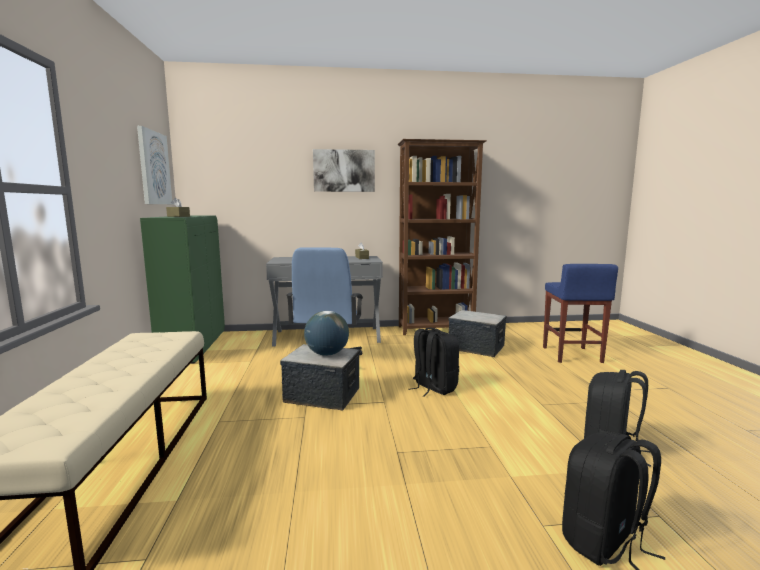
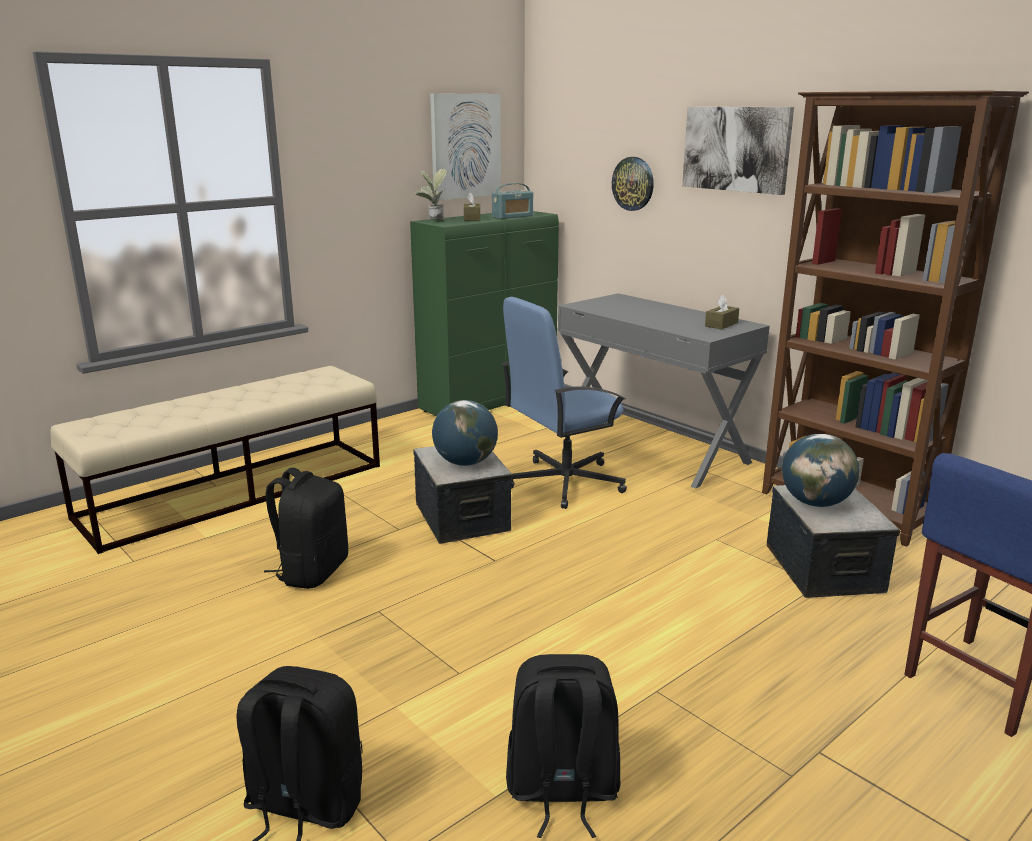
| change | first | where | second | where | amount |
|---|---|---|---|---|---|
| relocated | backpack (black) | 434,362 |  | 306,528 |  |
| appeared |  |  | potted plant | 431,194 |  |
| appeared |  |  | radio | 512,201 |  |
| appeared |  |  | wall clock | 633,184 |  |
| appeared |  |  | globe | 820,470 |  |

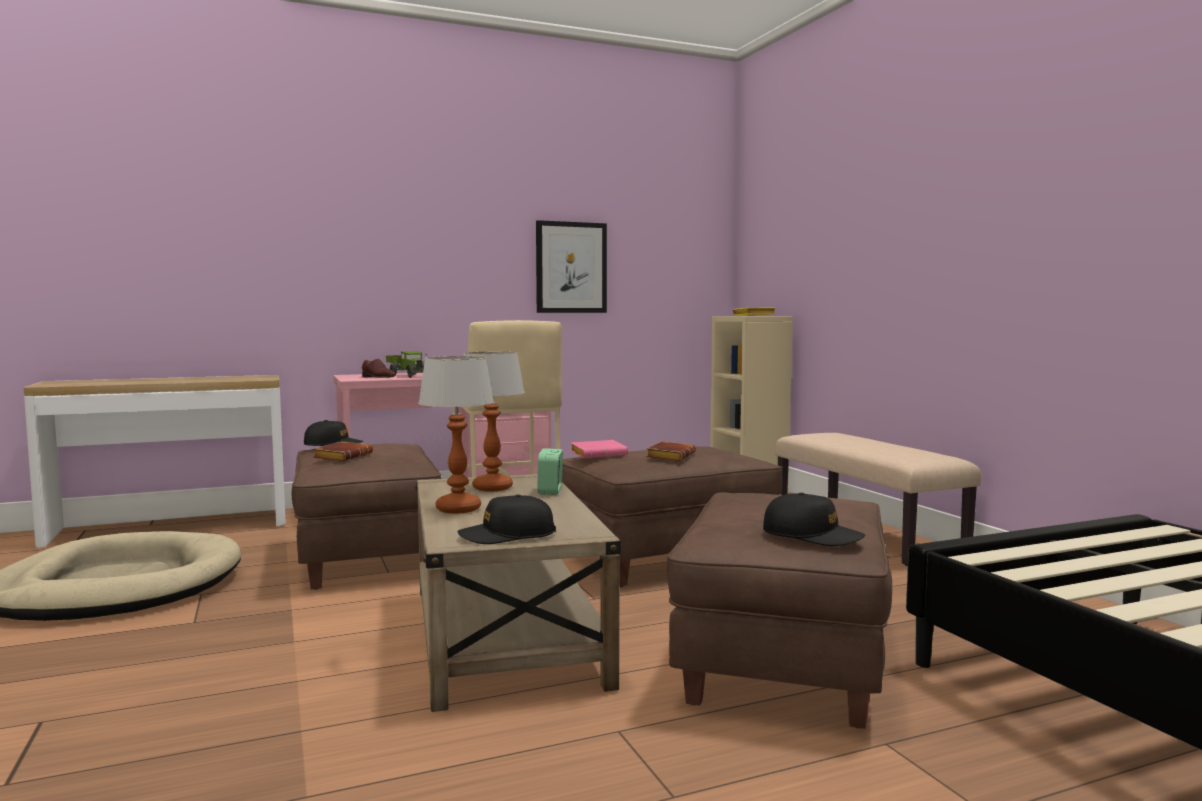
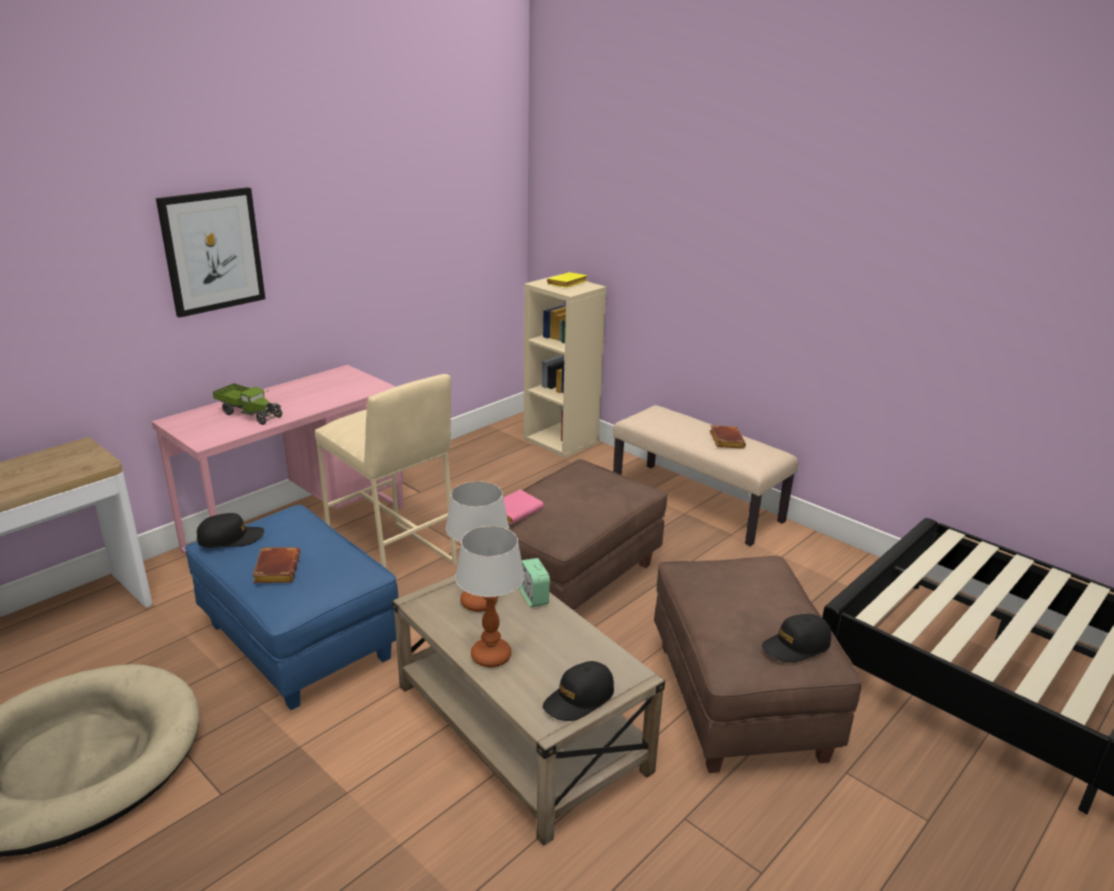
| change | first | where | second | where | amount |
|---|---|---|---|---|---|
| relocated | picture | 571,266 |  | 210,252 |  |
| colour | ottoman (brown) | 366,517 | ottoman (blue) | 291,607 |  |
| relocated | book (brown) | 671,451 |  | 728,436 |  |
| spun | cap (black) | 814,519 |  | 796,638 | 150 degrees clockwise |
| missing | shoe (brown) | 378,368 |  |  |  |

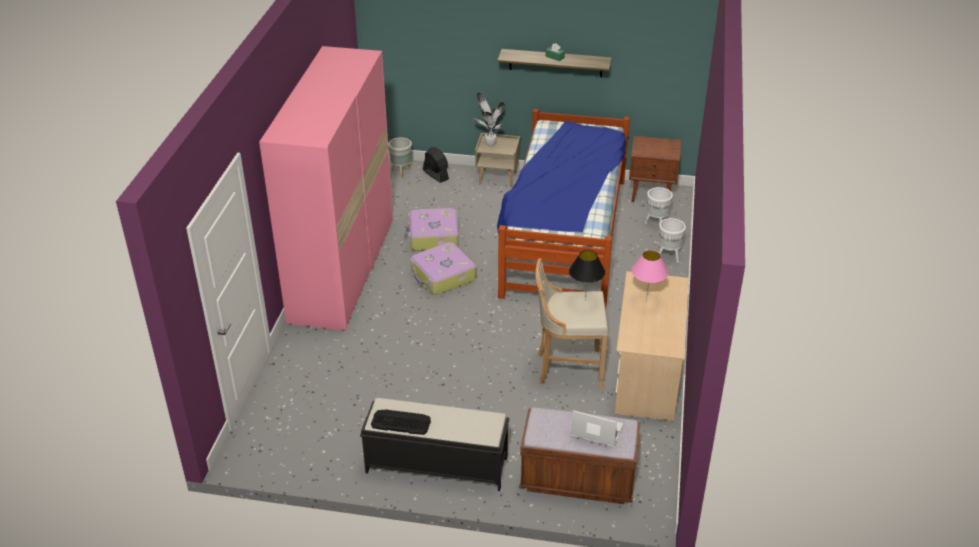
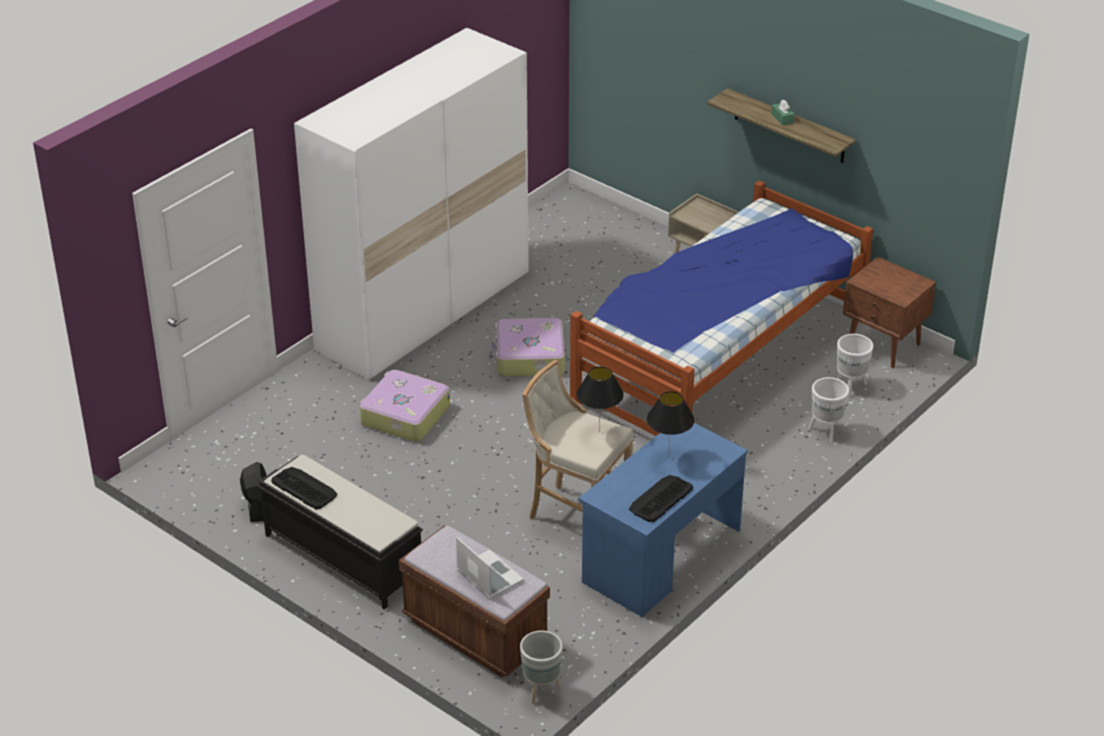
| change | first | where | second | where | amount |
|---|---|---|---|---|---|
| relocated | fan (black) | 436,165 |  | 253,492 |  |
| colour | wardrobe (pink) | 326,188 | wardrobe (white) | 411,204 |  |
| relocated | suitcase | 431,229 |  | 405,406 |  |
| relocated | planter (grey) | 400,159 |  | 541,667 |  |
| colour | desk (beige) | 652,346 | desk (blue) | 663,520 |  |
| appeared |  |  | keyboard | 661,498 |  |
| colour | table lamp (pink) | 649,275 | table lamp (black) | 670,424 |  |
| missing | potted plant | 489,119 |  |  |  |

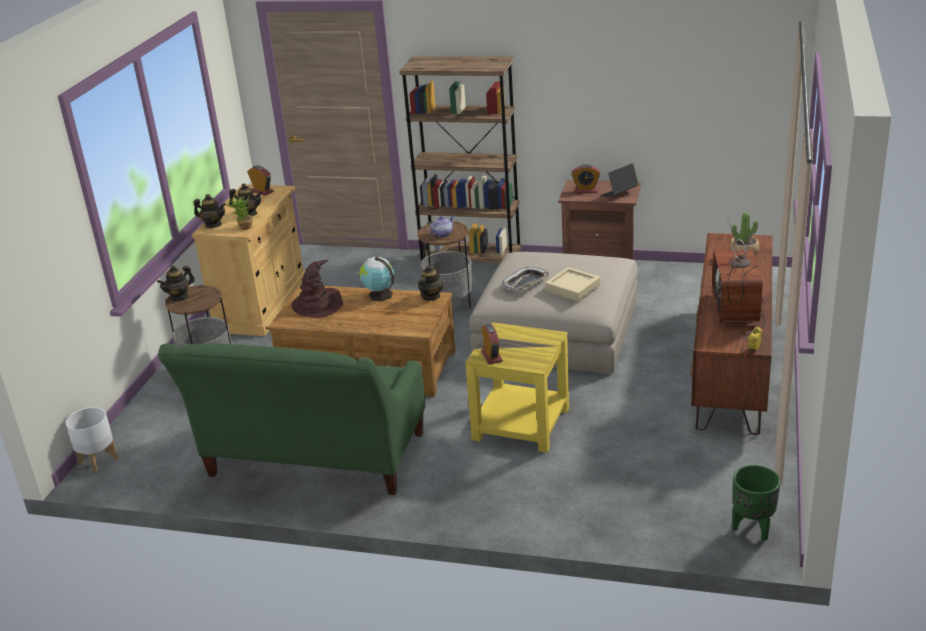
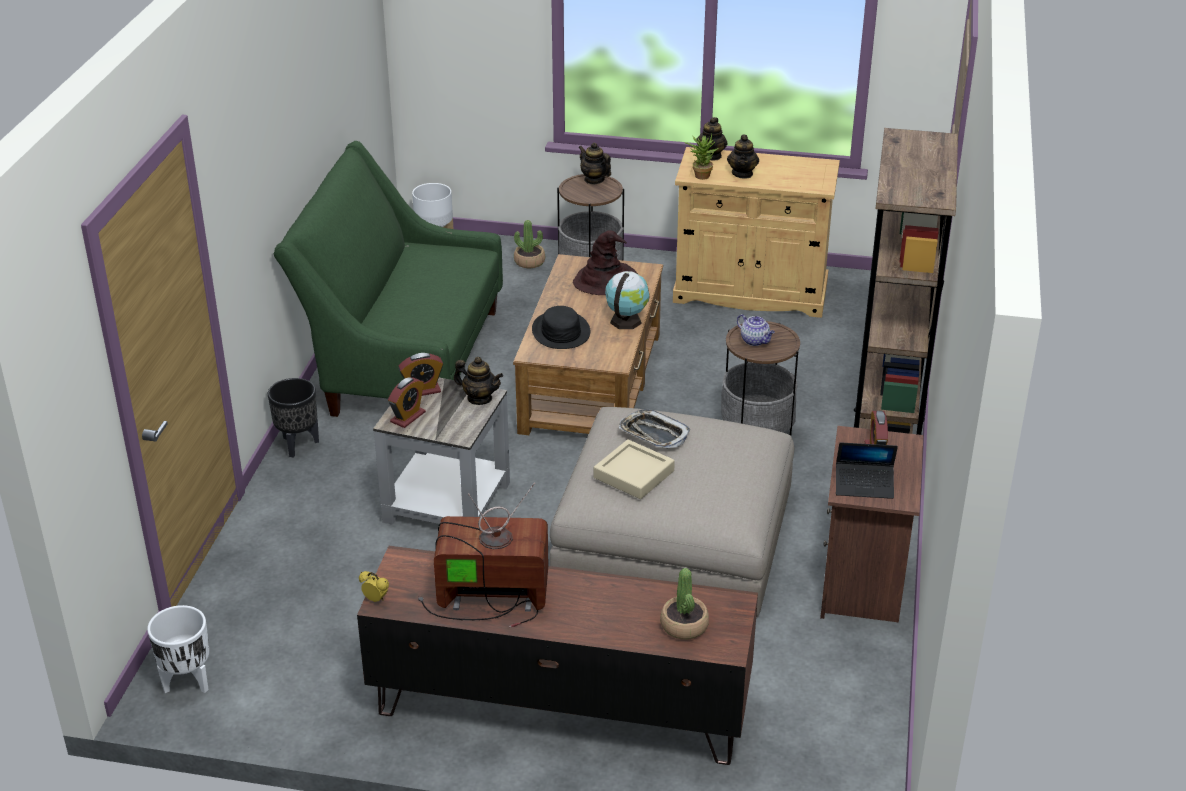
| change | first | where | second | where | amount |
|---|---|---|---|---|---|
| colour | planter (green) | 757,503 | planter (white) | 178,649 |  |
| appeared |  |  | planter (black) | 293,417 |  |
| colour | side table (yellow) | 517,387 | side table (grey) | 441,451 |  |
| relocated | alarm clock | 260,180 |  | 407,402 |  |
| relocated | teapot | 430,283 |  | 478,381 |  |
| appeared |  |  | potted plant | 529,244 |  |
| appeared |  |  | hat (black) | 561,327 |  |
| spun | laptop | 619,179 |  | 867,470 | 135 degrees clockwise |

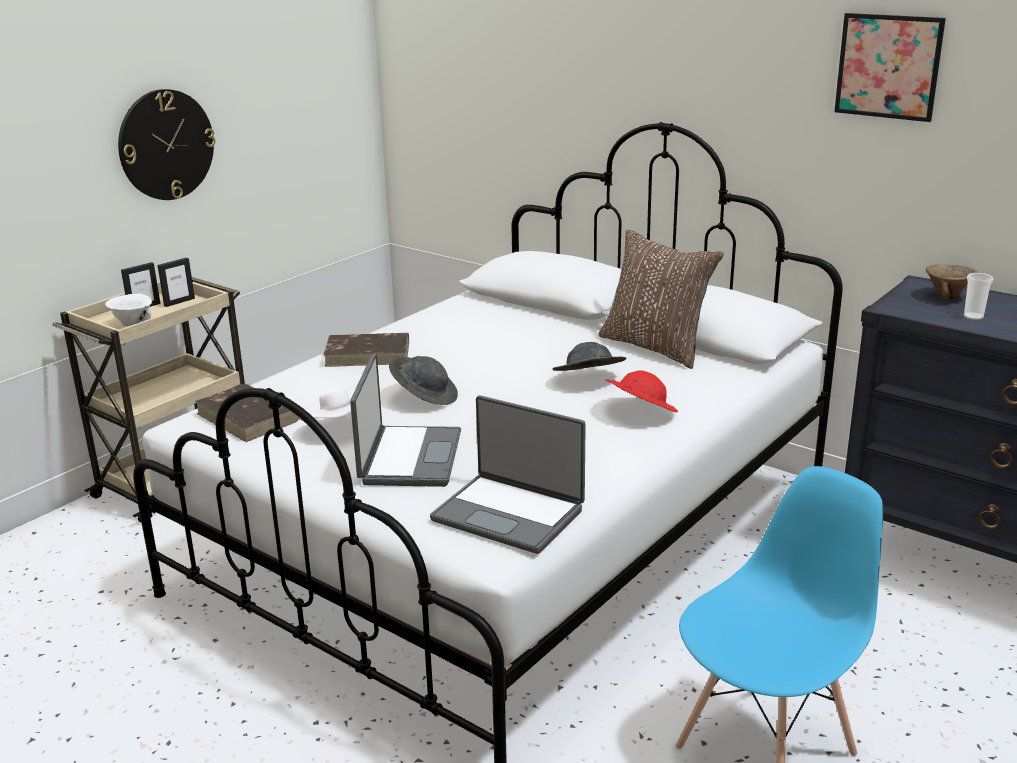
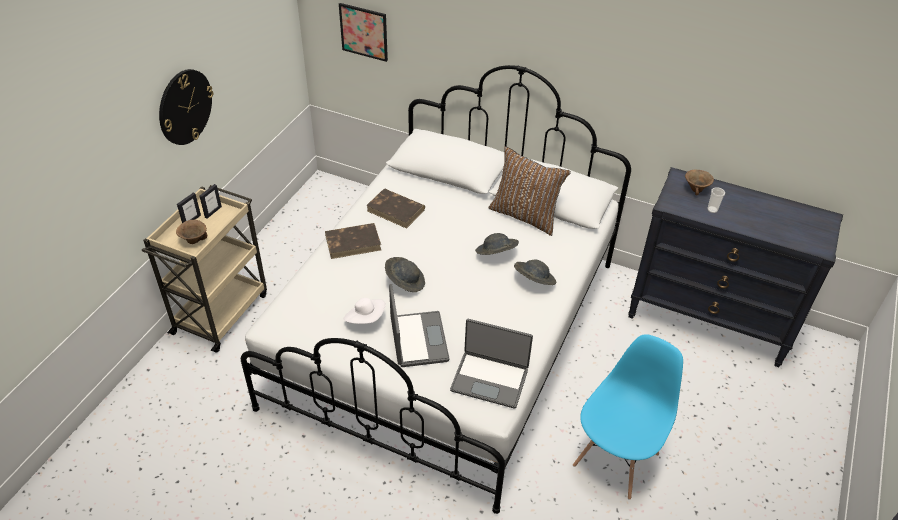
| change | first | where | second | where | amount |
|---|---|---|---|---|---|
| colour | bowl (white) | 128,310 | bowl (brown) | 191,232 |  |
| relocated | picture | 890,67 |  | 363,32 |  |
| relocated | book (brown) | 247,413 |  | 395,209 |  |
| colour | hat (red) | 641,391 | hat (grey) | 535,272 |  |

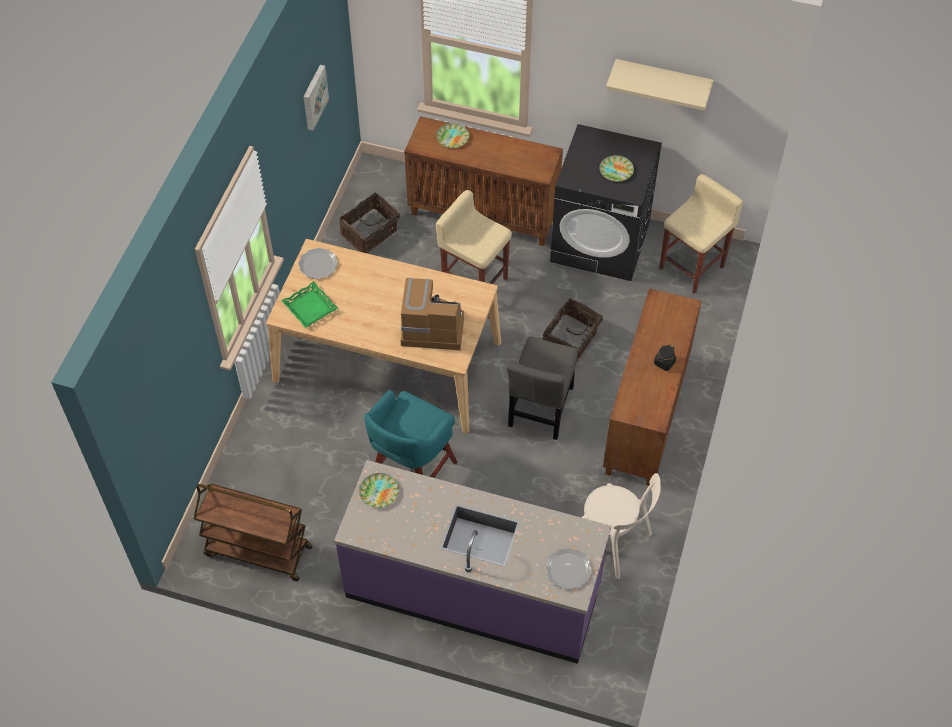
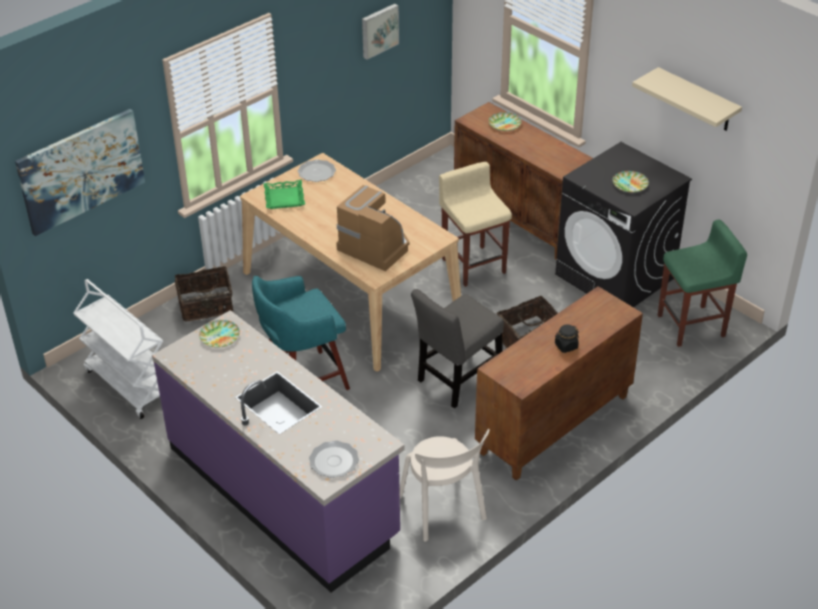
| change | first | where | second | where | amount |
|---|---|---|---|---|---|
| appeared |  |  | picture | 80,172 |  |
| colour | cart (brown) | 253,532 | cart (white) | 118,349 |  |
| relocated | basket | 371,223 |  | 204,294 |  |
| colour | stool (beige) | 701,234 | stool (green) | 702,283 |  |

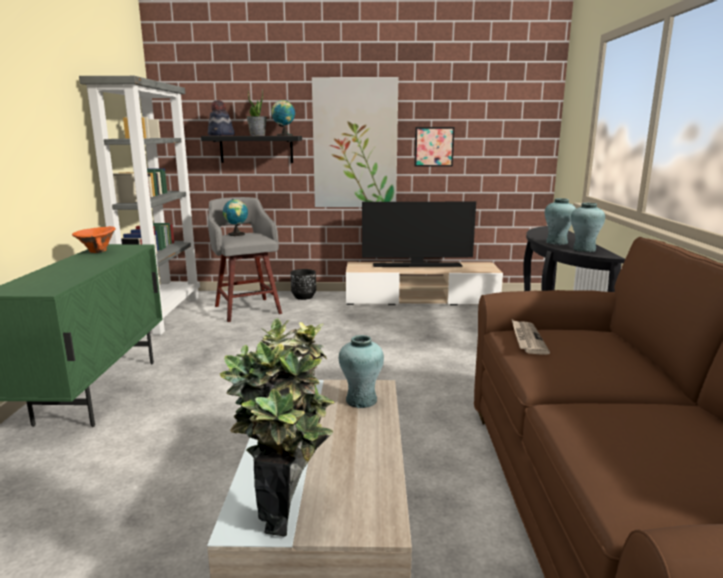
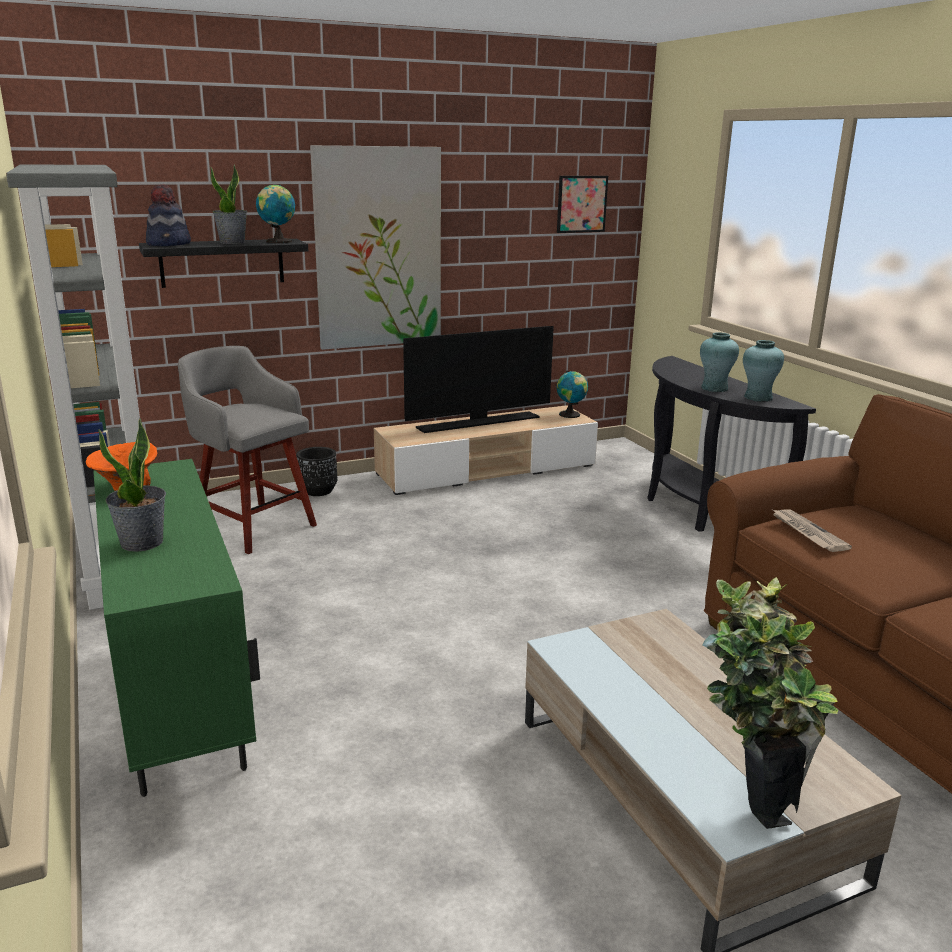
| change | first | where | second | where | amount |
|---|---|---|---|---|---|
| appeared |  |  | potted plant | 132,485 |  |
| relocated | picture | 434,147 |  | 582,204 |  |
| relocated | globe | 235,217 |  | 572,394 |  |
| missing | vase (turquoise) | 361,371 |  |  |  |

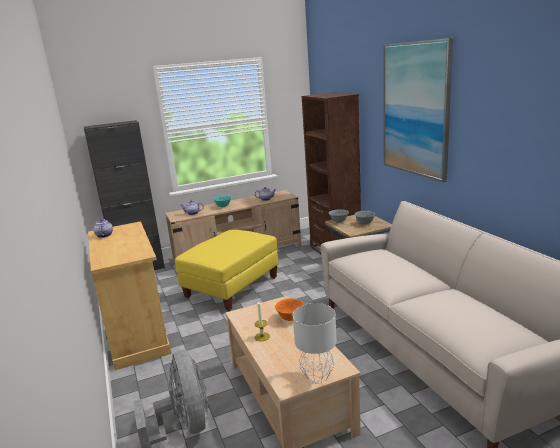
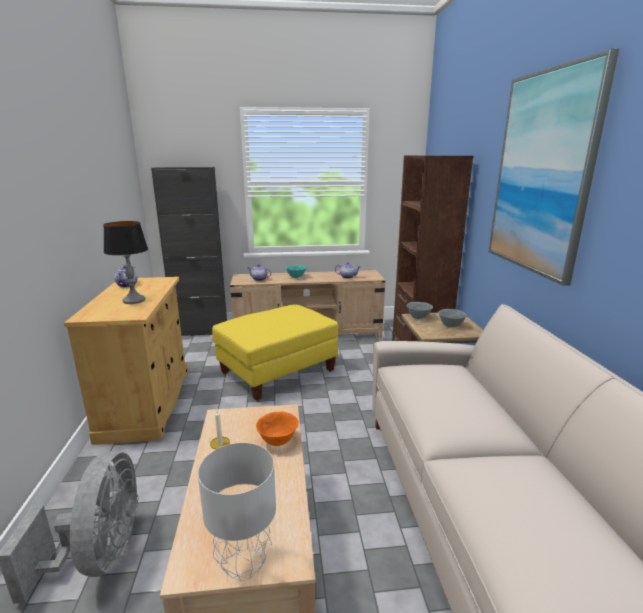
| change | first | where | second | where | amount |
|---|---|---|---|---|---|
| appeared |  |  | table lamp | 125,262 |  |

